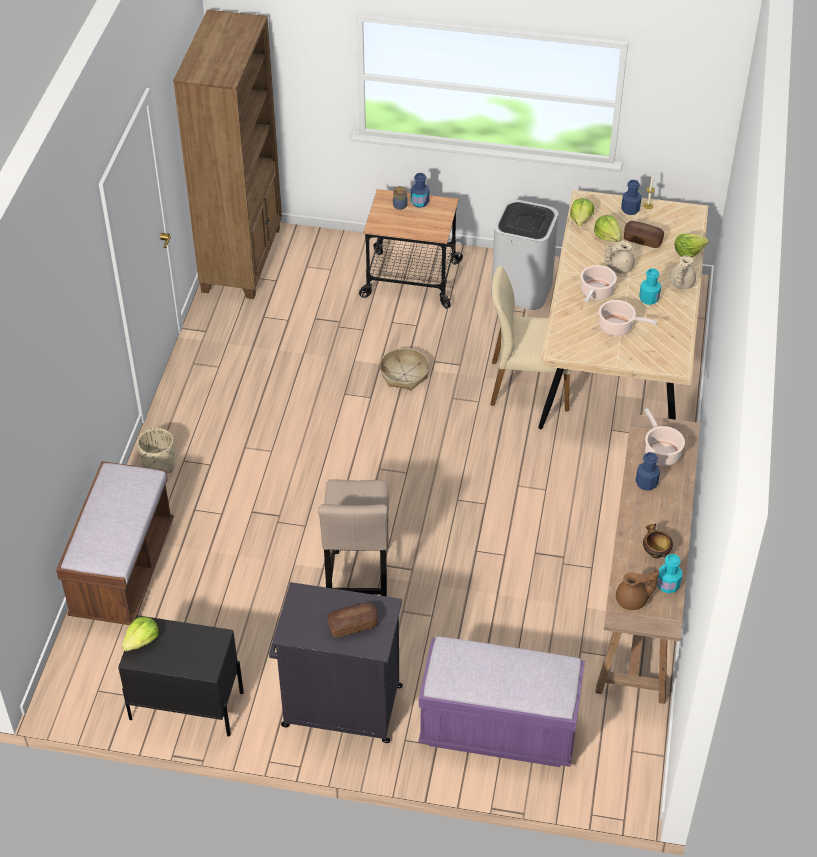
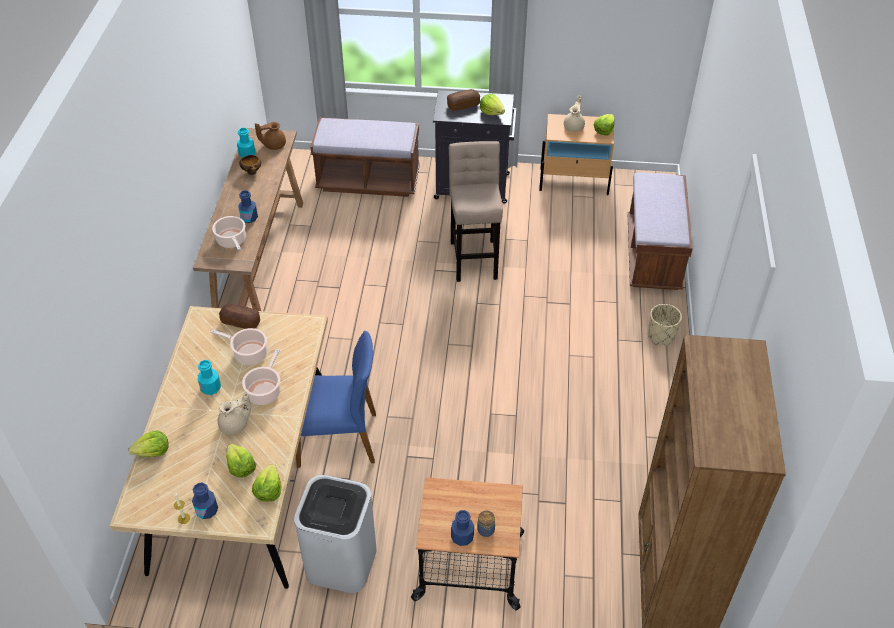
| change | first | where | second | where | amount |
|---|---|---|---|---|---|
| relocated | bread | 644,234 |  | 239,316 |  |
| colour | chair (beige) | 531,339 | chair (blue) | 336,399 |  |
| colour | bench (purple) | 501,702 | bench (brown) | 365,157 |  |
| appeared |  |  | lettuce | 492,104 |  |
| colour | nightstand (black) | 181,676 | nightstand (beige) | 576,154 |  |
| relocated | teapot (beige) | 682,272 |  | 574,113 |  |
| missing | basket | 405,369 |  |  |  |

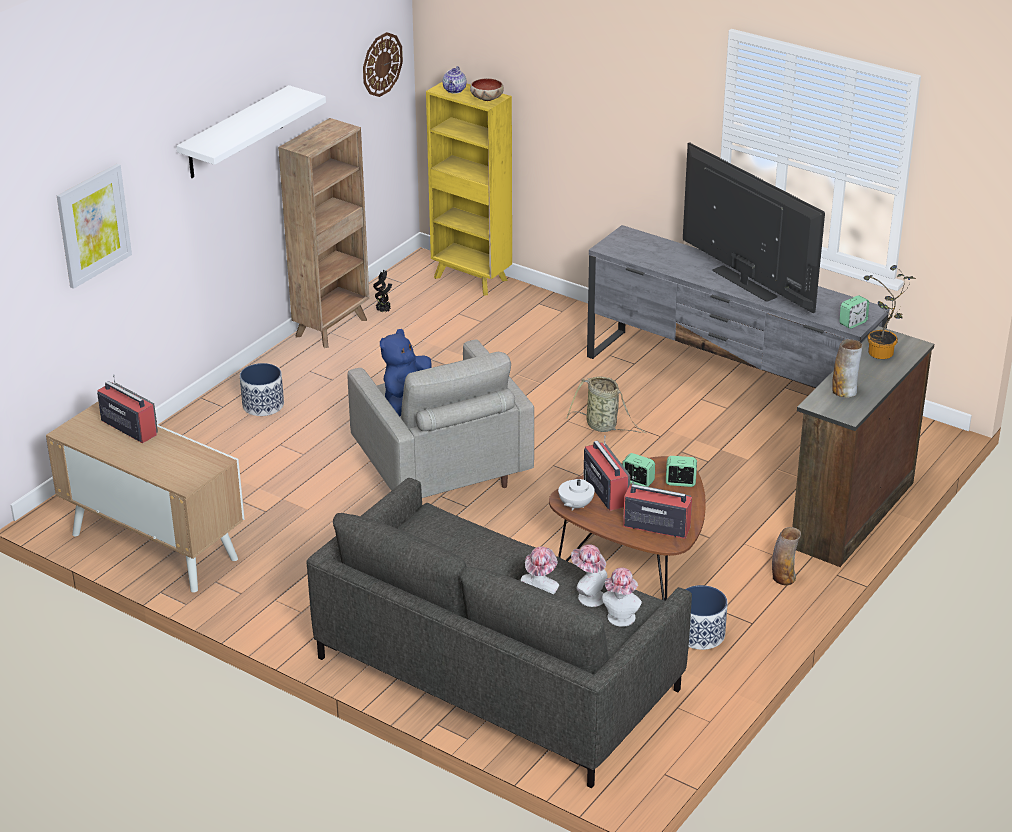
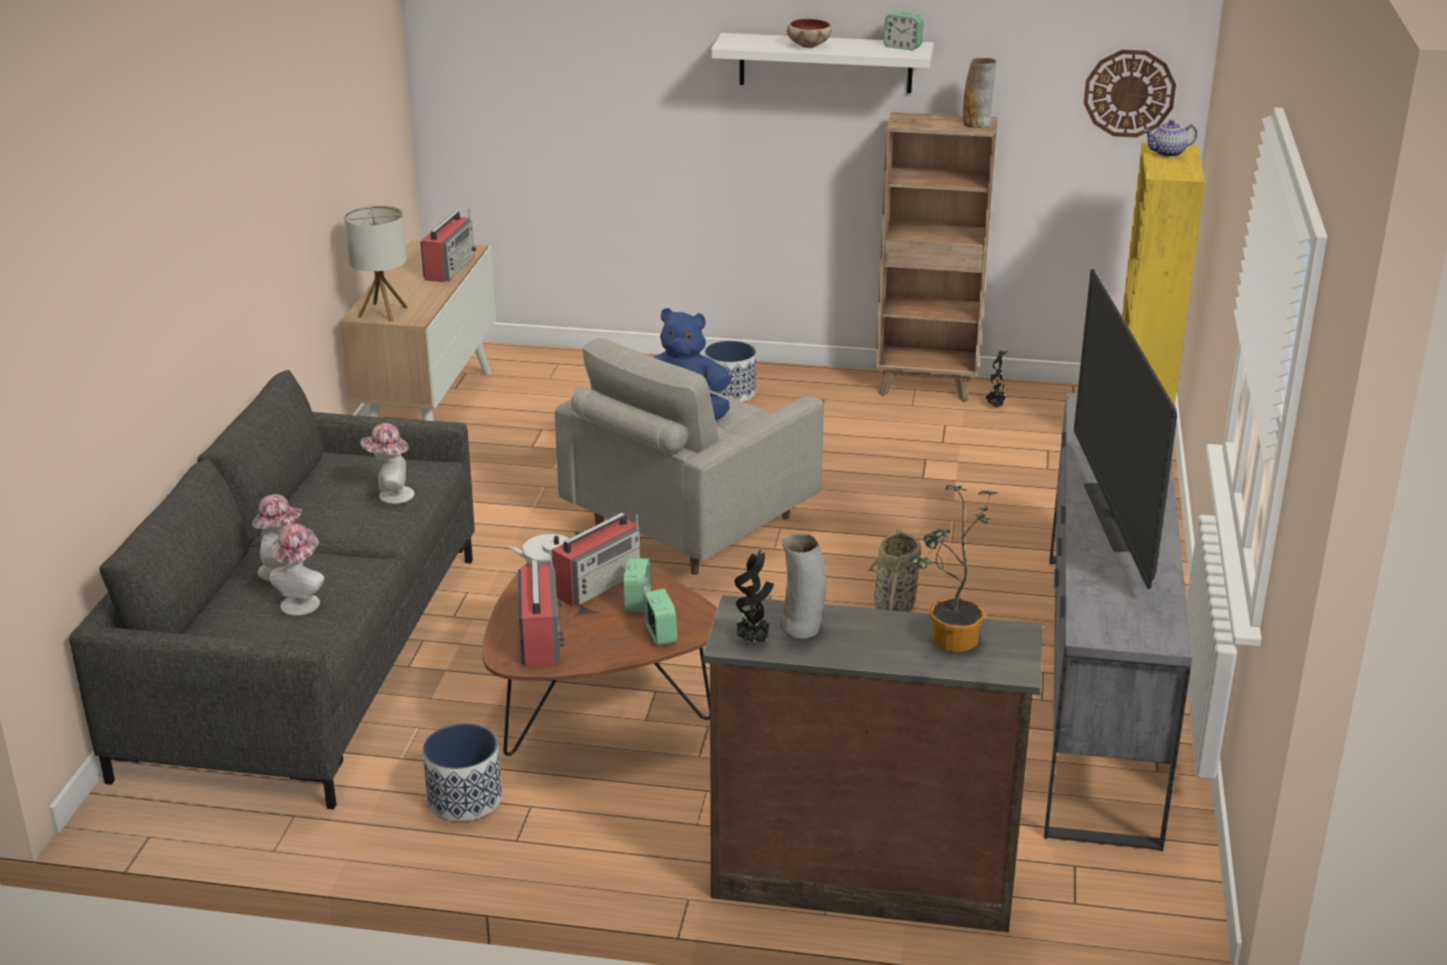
| change | first | where | second | where | amount |
|---|---|---|---|---|---|
| appeared |  |  | table lamp | 376,263 |  |
| relocated | hat | 622,597 |  | 387,463 |  |
| appeared |  |  | potted plant | 754,596 |  |
| relocated | bowl | 487,89 |  | 809,33 |  |
| relocated | alarm clock | 854,312 |  | 904,31 |  |
| relocated | vase | 786,556 |  | 980,93 |  |
| spun | television | 754,227 |  | 1125,429 | 150 degrees clockwise |
| missing | picture | 94,226 |  |  |  |

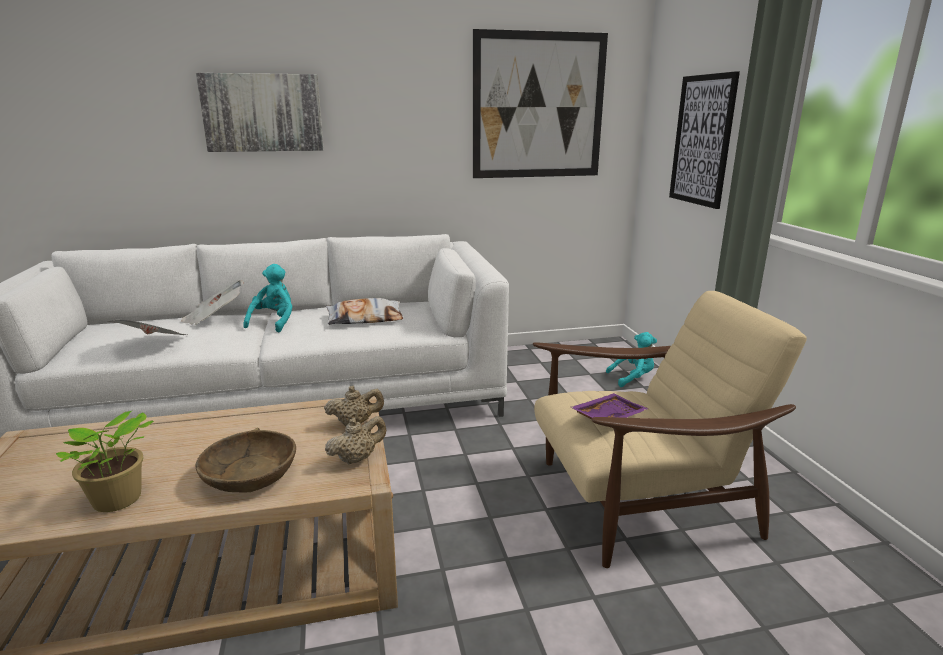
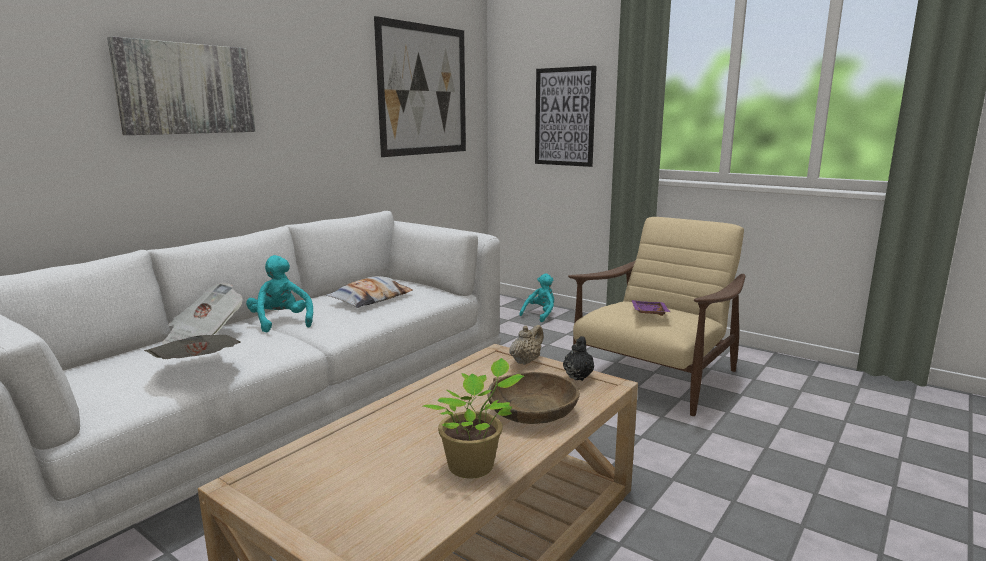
| change | first | where | second | where | amount |
|---|---|---|---|---|---|
| colour | teapot (beige) | 355,440 | teapot (black) | 578,358 |  |

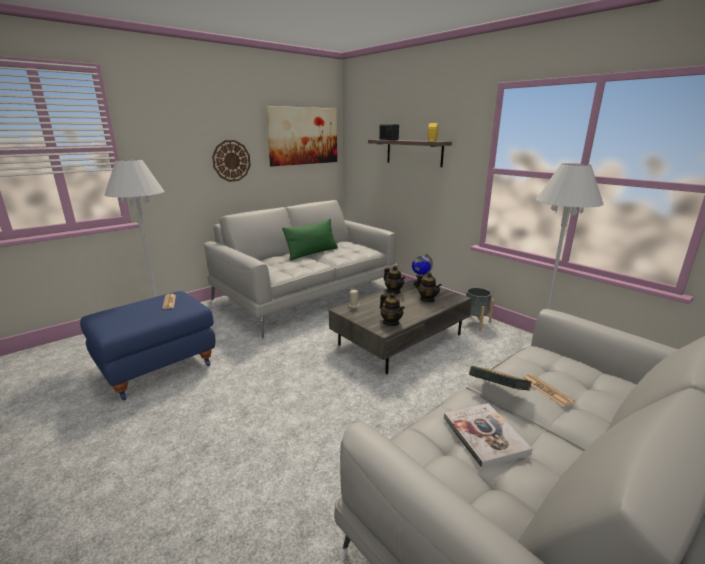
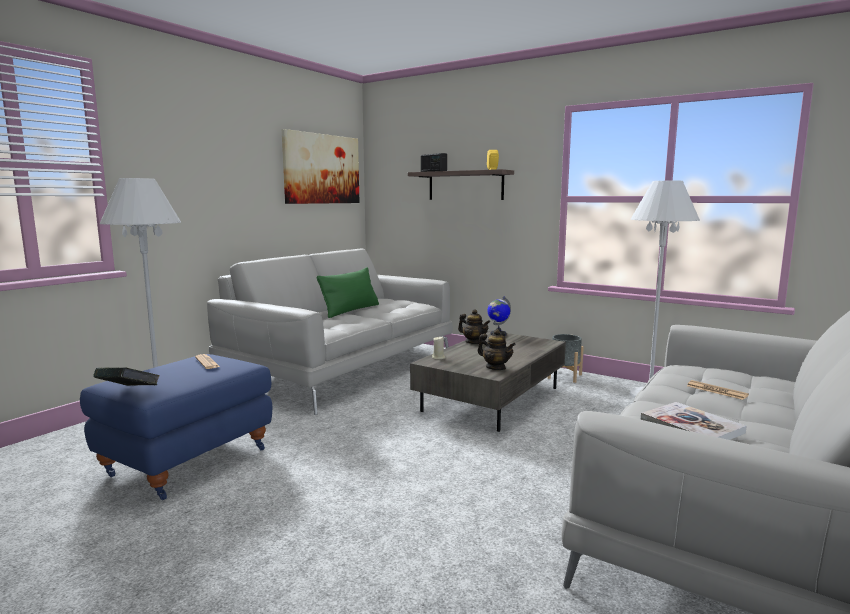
| change | first | where | second | where | amount |
|---|---|---|---|---|---|
| relocated | book | 500,378 |  | 126,376 |  |
| missing | wall clock | 231,161 |  |  |  |
| missing | teapot | 429,287 |  |  |  |

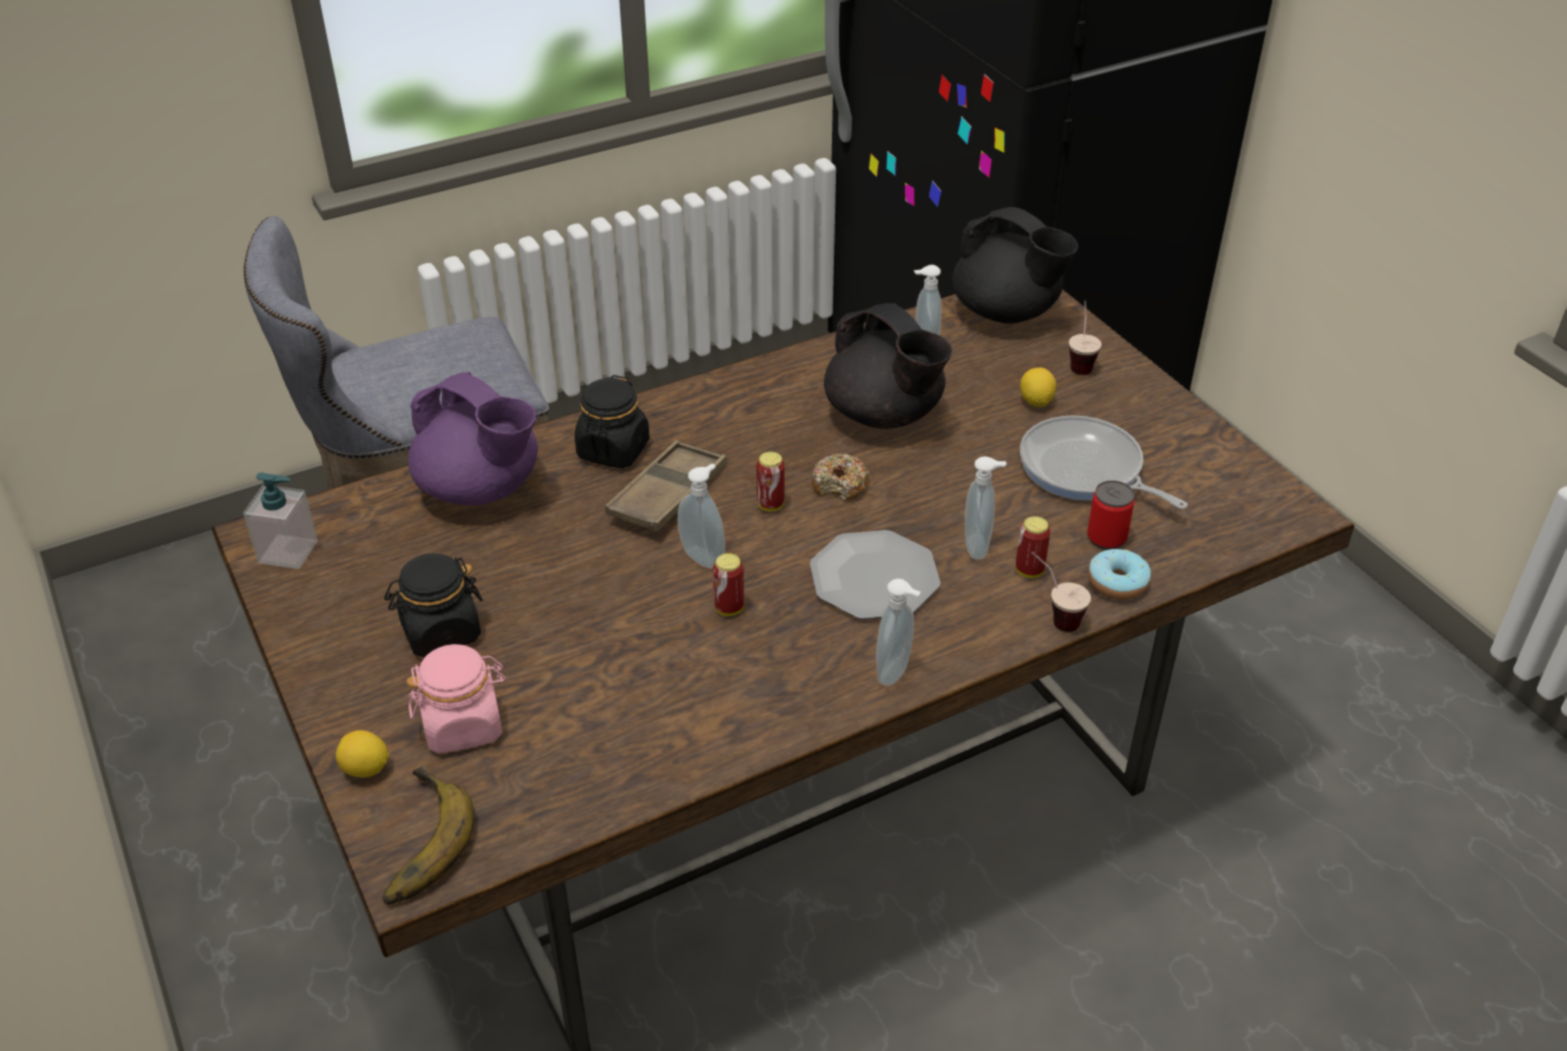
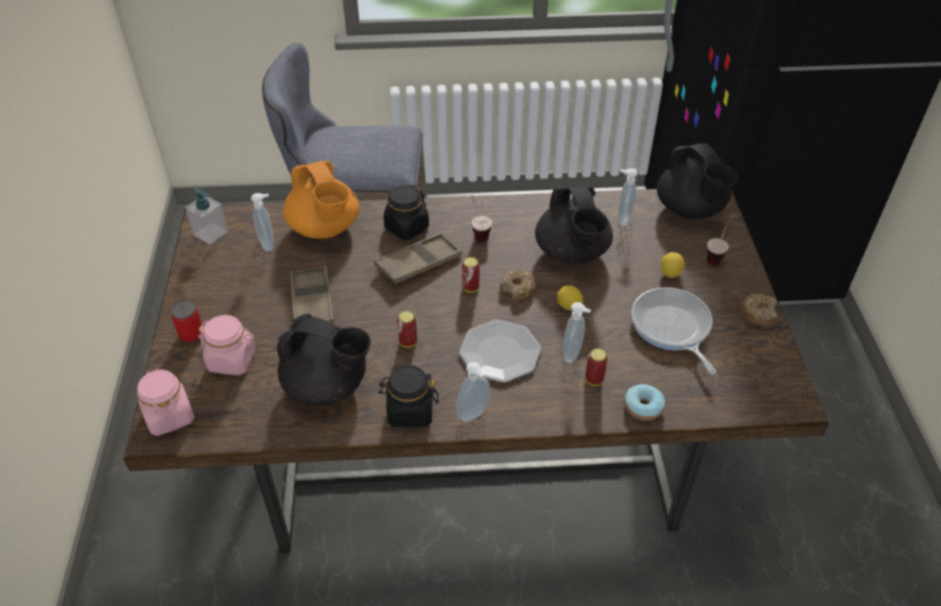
| change | first | where | second | where | amount |
|---|---|---|---|---|---|
| exchanged | banana | 428,835 | jar (pink) | 165,402 |  |
| relocated | can | 1111,515 |  | 186,321 |  |
| relocated | soap dispenser | 701,515 |  | 262,222 |  |
| appeared |  |  | teapot (black) | 324,359 |  |
| colour | teapot (purple) | 473,439 | teapot (orange) | 321,200 |  |
| appeared |  |  | tray (brown) | 312,294 |  |
| relocated | jar (black) | 433,605 |  | 408,396 |  |
| relocated | cup | 1061,592 |  | 481,218 |  |
| relocated | lemon | 362,754 |  | 570,298 |  |
| appeared |  |  | donut | 759,309 |  |

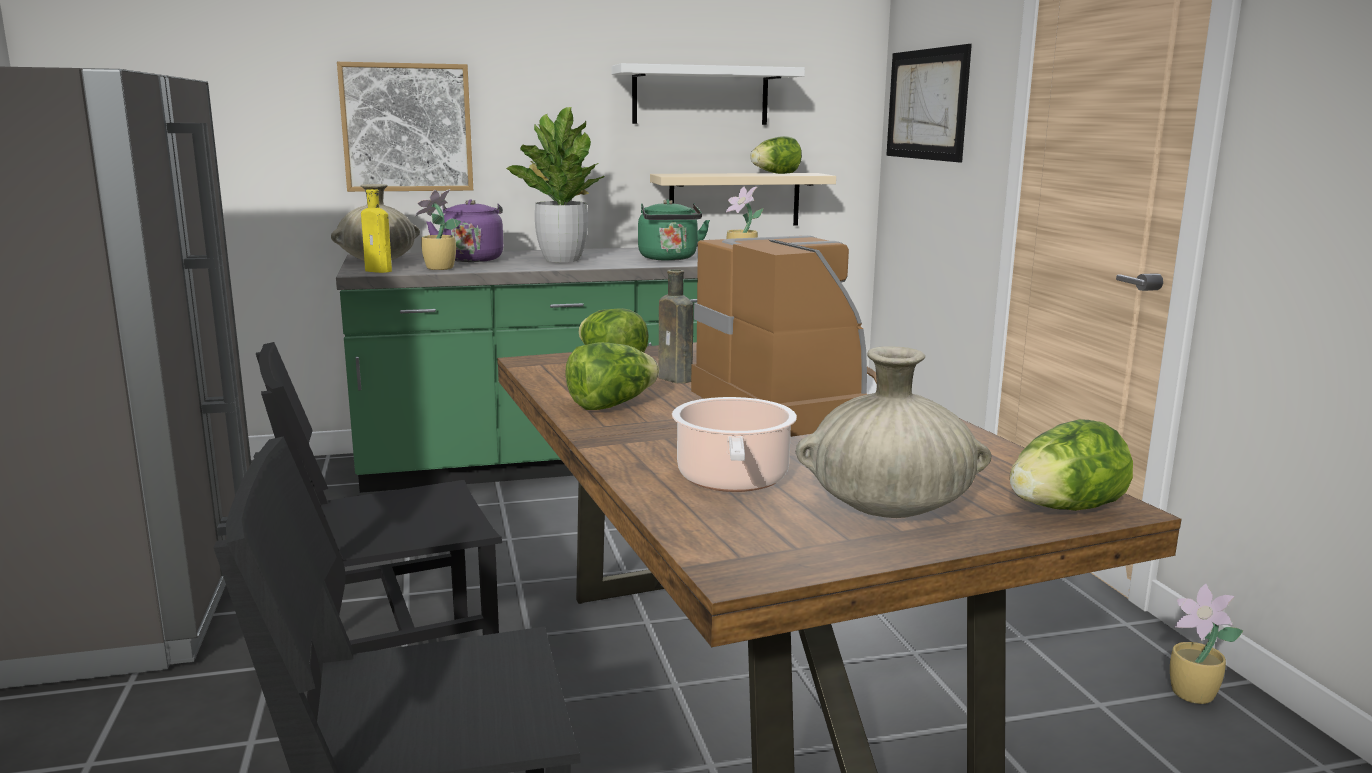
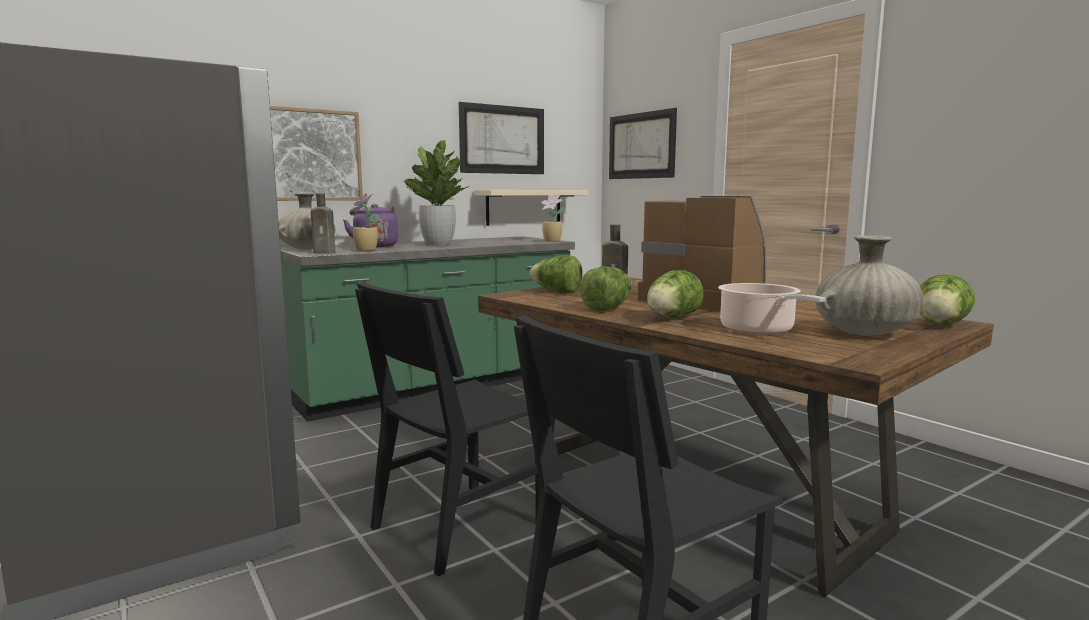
| change | first | where | second | where | amount |
|---|---|---|---|---|---|
| colour | bottle (yellow) | 376,231 | bottle (brown) | 323,223 |  |
| exchanged | shelf (white) | 708,94 | picture | 501,138 |  |
| relocated | lettuce | 776,155 |  | 675,293 |  |
| missing | kettle (green) | 674,230 |  |  |  |
| missing | potted plant | 1206,644 |  |  |  |

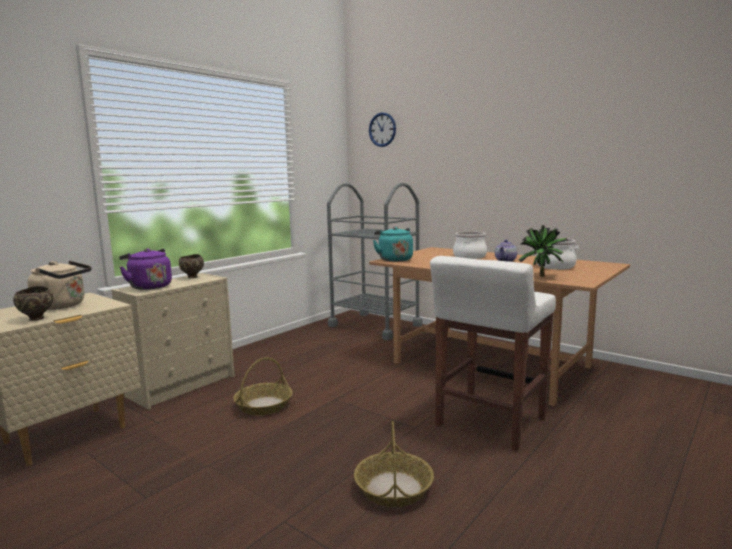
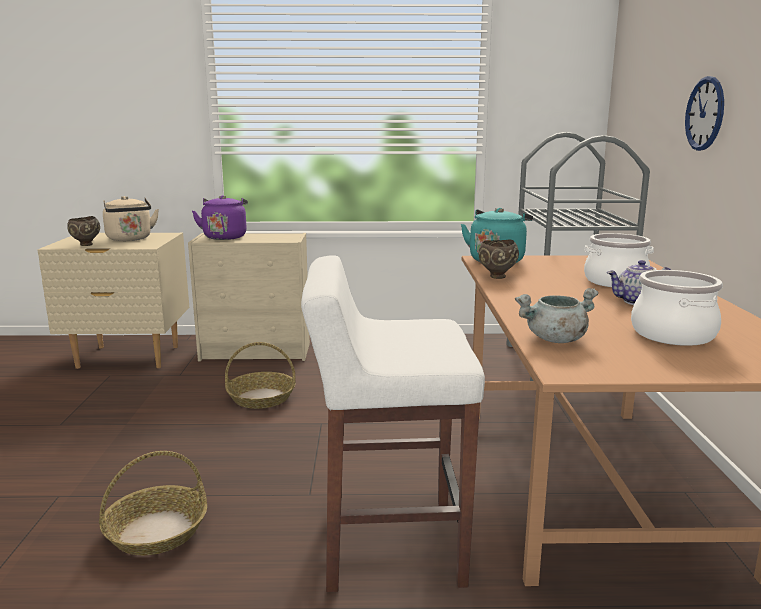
| change | first | where | second | where | amount |
|---|---|---|---|---|---|
| relocated | bowl (brown) | 191,266 |  | 499,259 |  |
| exchanged | potted plant | 542,251 | cooking pot (grey) | 557,315 |  |
| relocated | wall clock | 382,129 |  | 704,113 |  |

